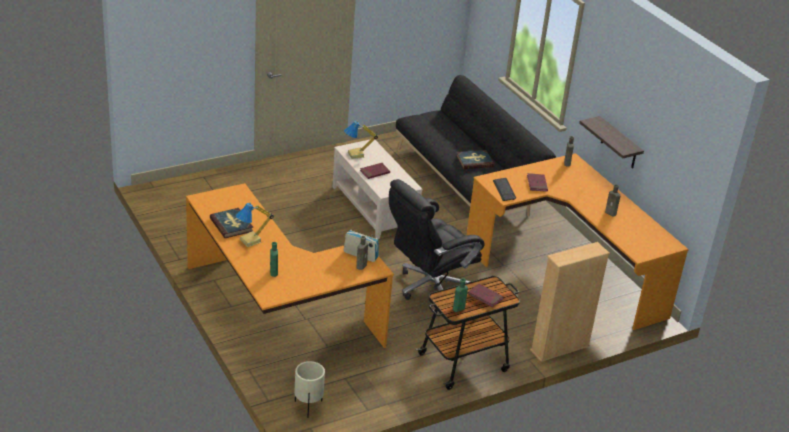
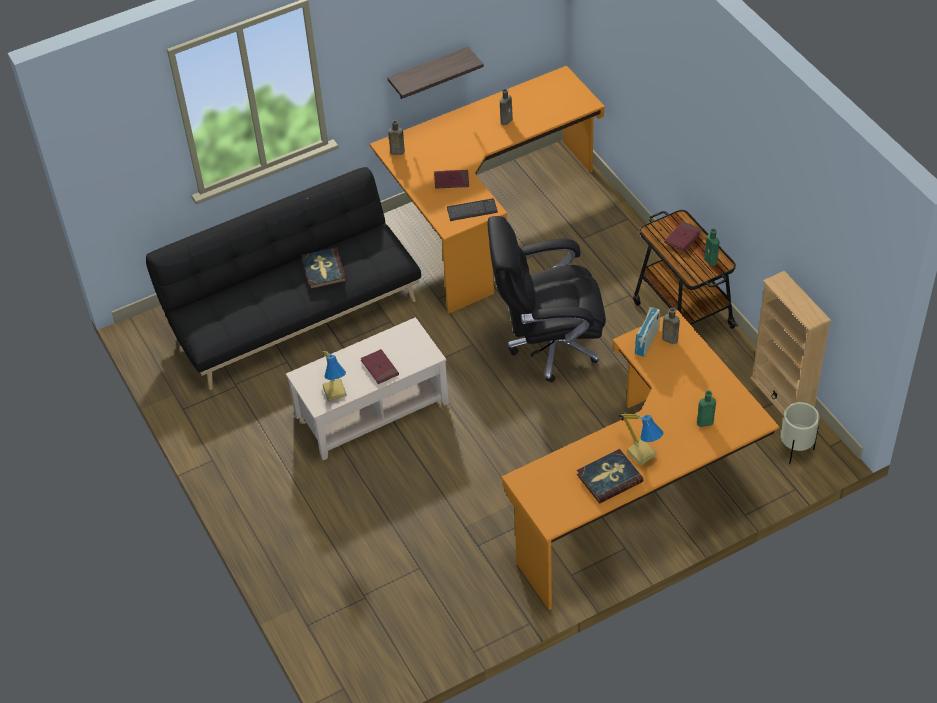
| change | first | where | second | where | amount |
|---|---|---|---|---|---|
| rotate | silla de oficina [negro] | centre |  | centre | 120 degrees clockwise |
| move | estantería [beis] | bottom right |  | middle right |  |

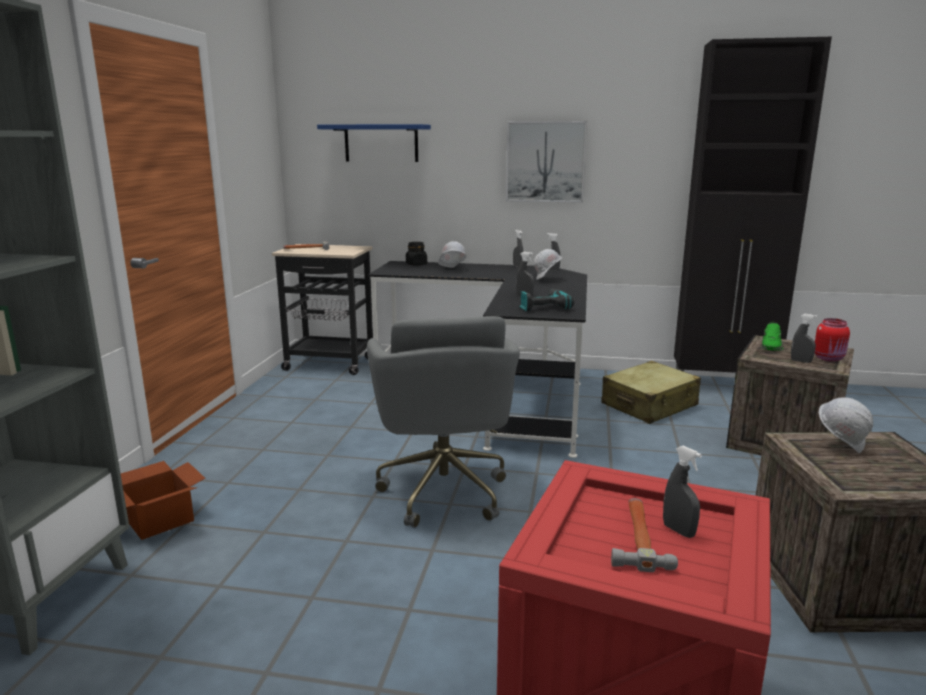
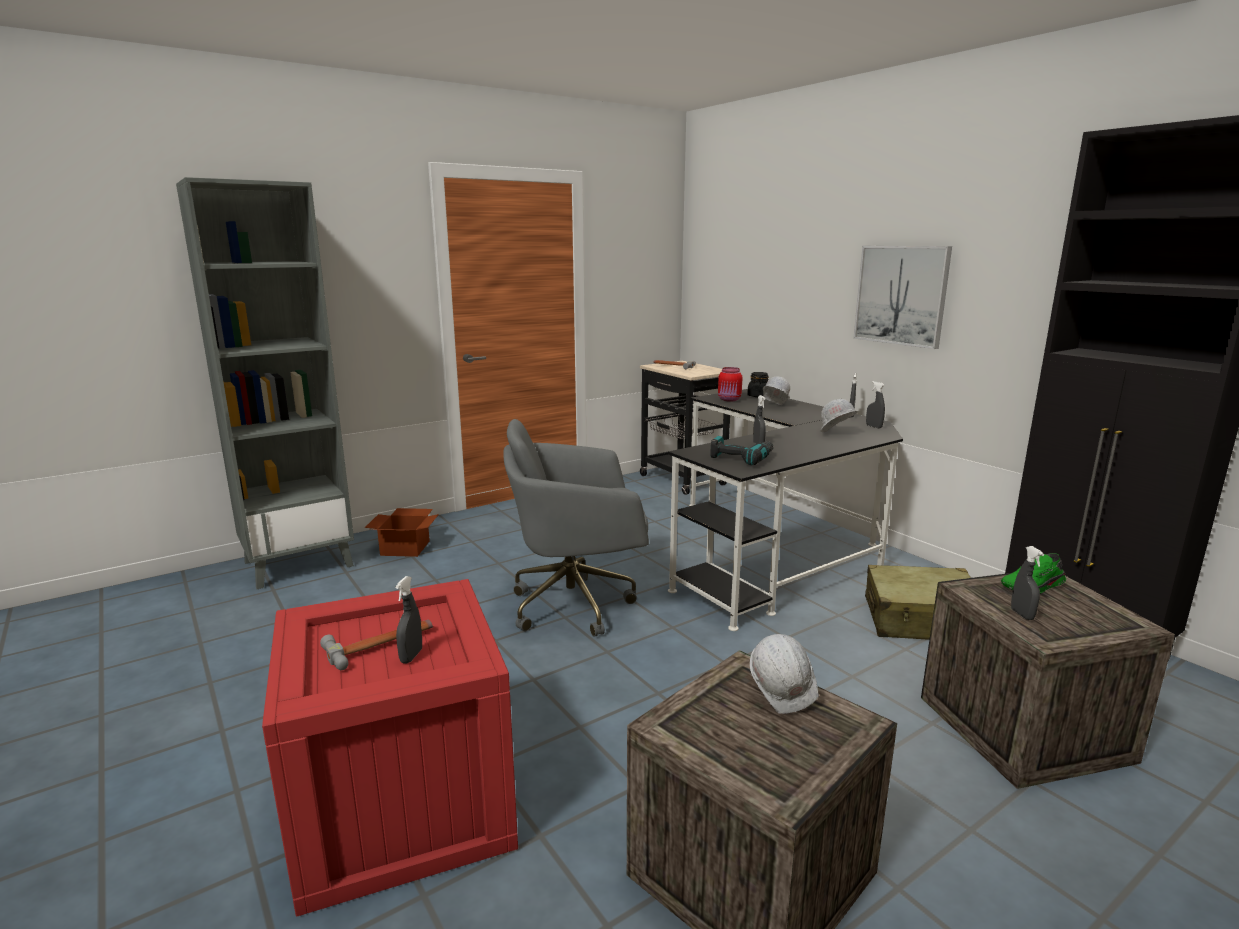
| change | first | where | second | where | amount |
|---|---|---|---|---|---|
| rotate | silla de oficina [gris] | centre |  | centre | 45 degrees clockwise |
| move | tarro [rojo] | middle right |  | centre |  |
| delete | estante [azul] | top centre |  |  |  |

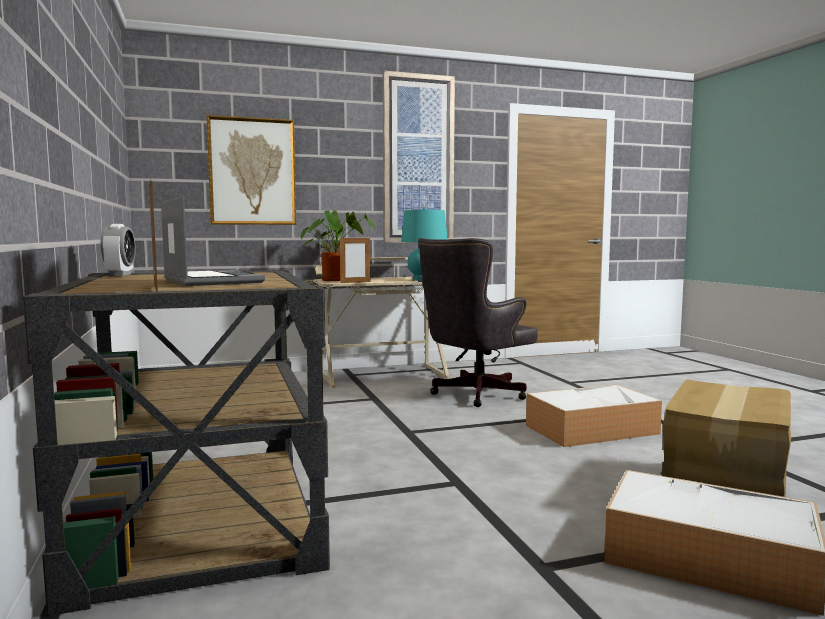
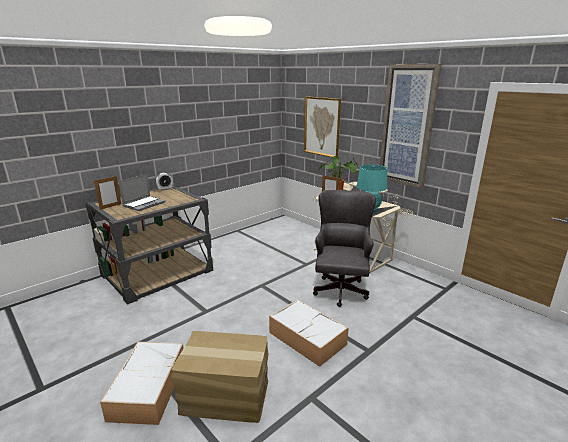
| change | first | where | second | where | amount |
|---|---|---|---|---|---|
| rotate | silla de oficina [gris] | centre |  | centre | 75 degrees clockwise |

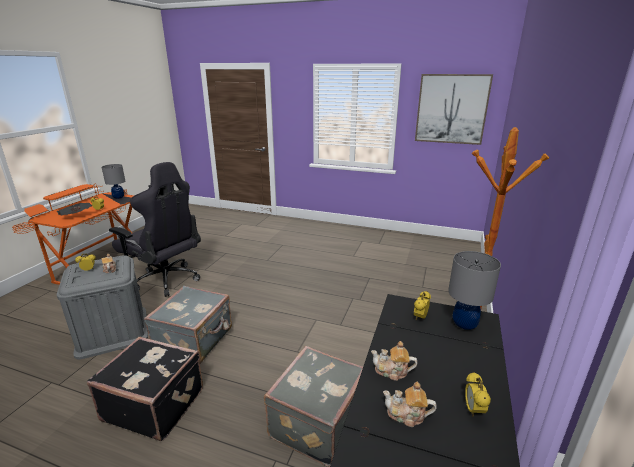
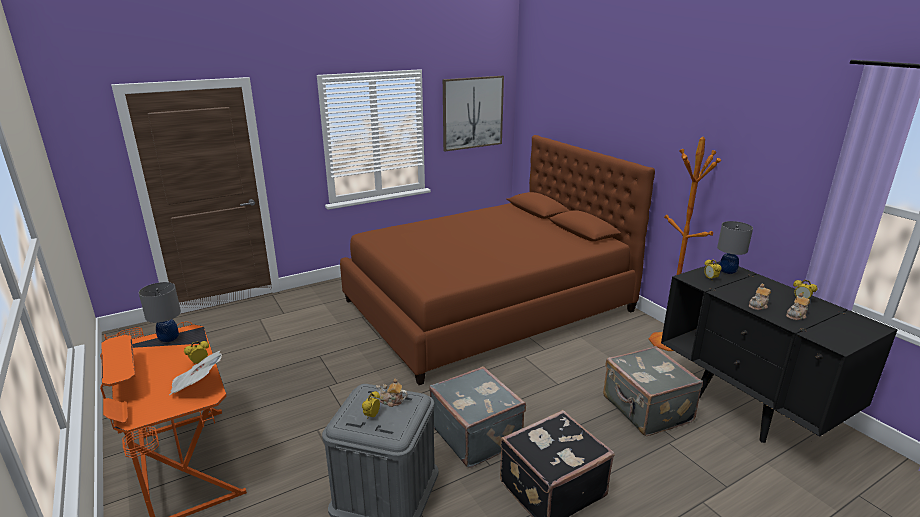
| change | first | where | second | where | amount |
|---|---|---|---|---|---|
| insert |  |  | cama [marrón] | centre |  |
| delete | silla de oficina [negro] | middle left |  |  |  |

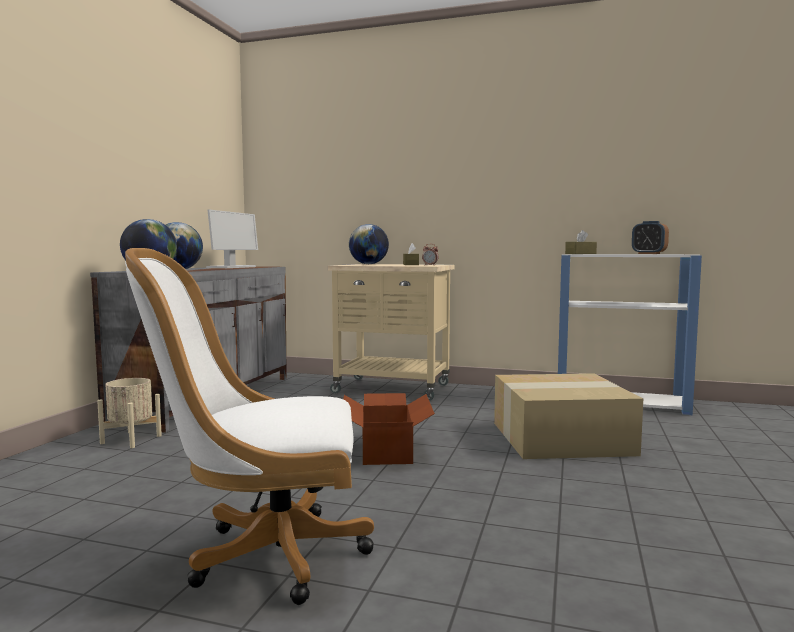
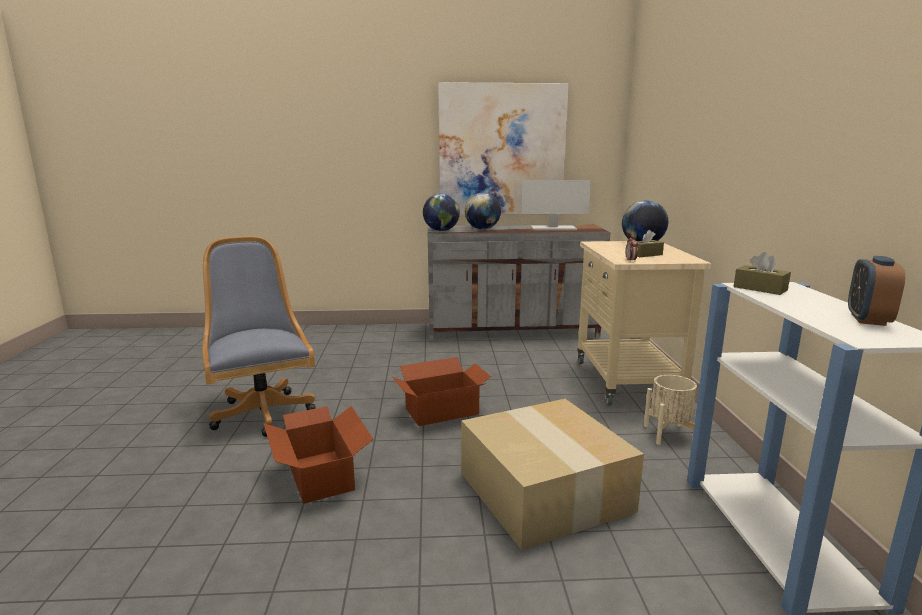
| change | first | where | second | where | amount |
|---|---|---|---|---|---|
| recolor | silla de oficina [blanco] | bottom left | silla de oficina [azul] | middle left |  |
| insert |  |  | caja de cartón (1st from left) | bottom centre |  |
| insert |  |  | cuadro | top centre |  |
| move | maceta [beis] | middle left |  | bottom right |  |

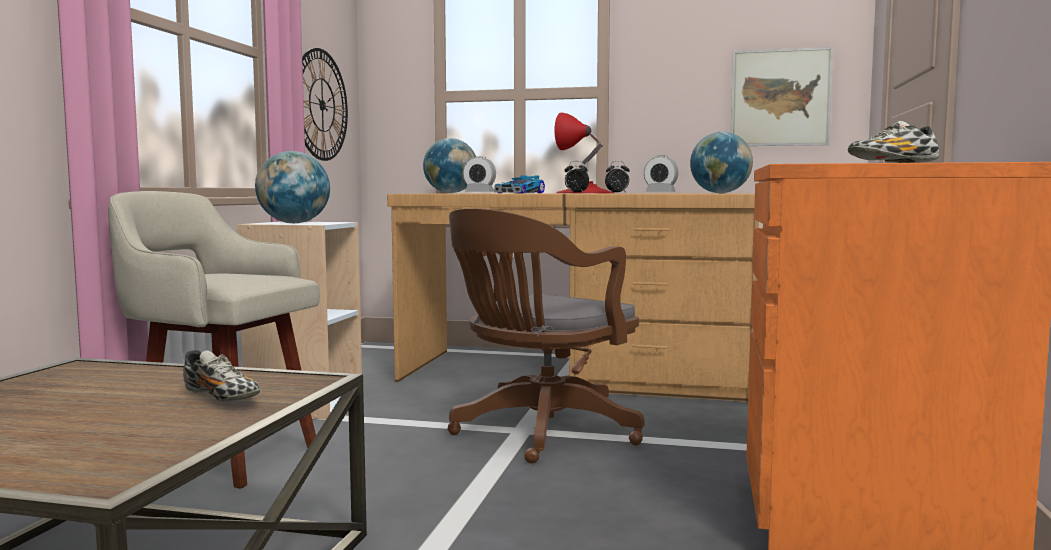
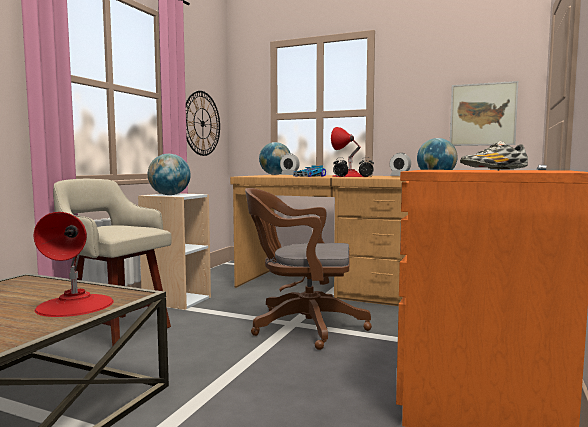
| change | first | where | second | where | amount |
|---|---|---|---|---|---|
| replace | zapato (1st from left) | bottom left | lámpara de mesa [rojo] (1st from left) | middle left |  |
| rotate | silla de oficina [marrón] | centre |  | centre | 45 degrees clockwise |

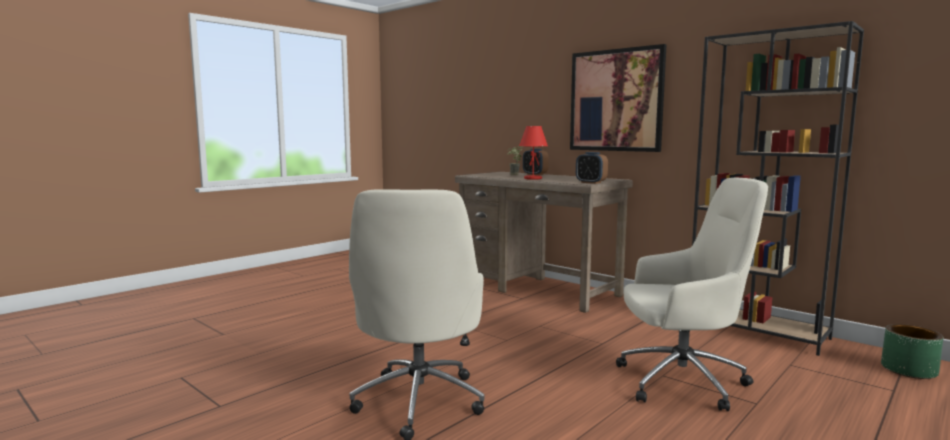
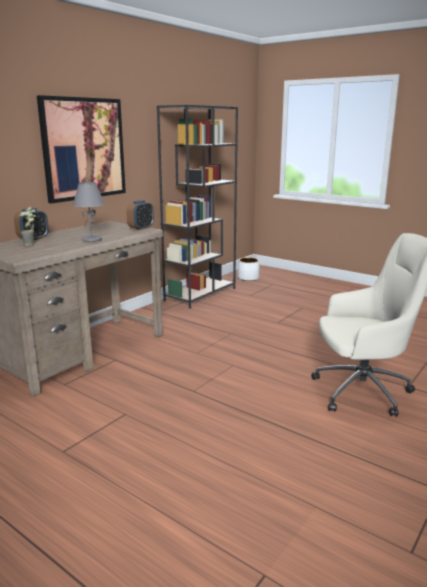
| change | first | where | second | where | amount |
|---|---|---|---|---|---|
| recolor | lámpara de mesa [rojo] | centre | lámpara de mesa [gris] | middle left |  |
| recolor | maceta [verde] | bottom right | maceta [blanco] | centre |  |
| delete | silla de oficina [beis] (2nd from left) | bottom right |  |  |  |

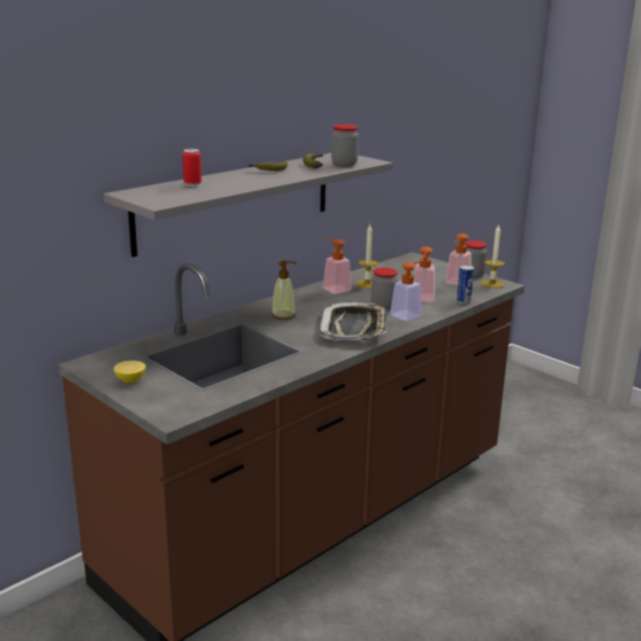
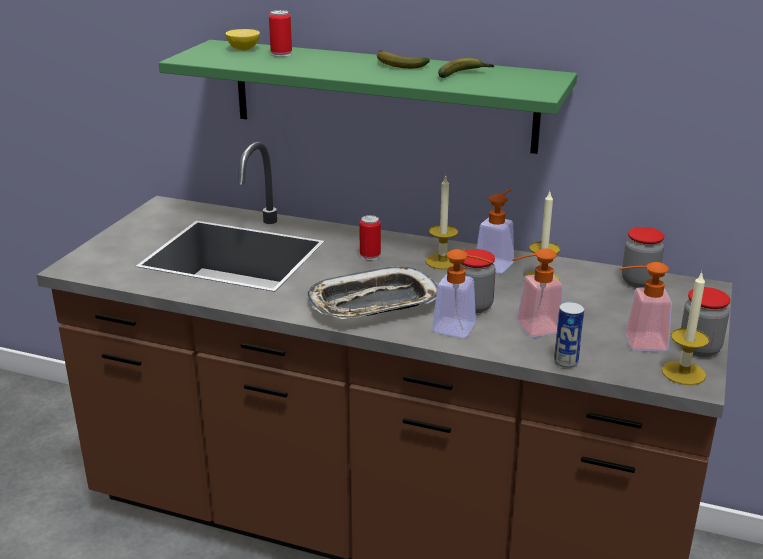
| change | first | where | second | where | amount |
|---|---|---|---|---|---|
| recolor | estante [gris] | top centre | estante [verde] | top centre |  |
| move | limón | middle left |  | top left |  |
| replace | dispensador de jabón (1st from left) | centre | lata (2nd from left) | centre |  |
| insert |  |  | vela (1st from left) | centre |  |
| move | tarro (1st from left in the first image) | top centre | tarro (2nd from left) | middle right |  |

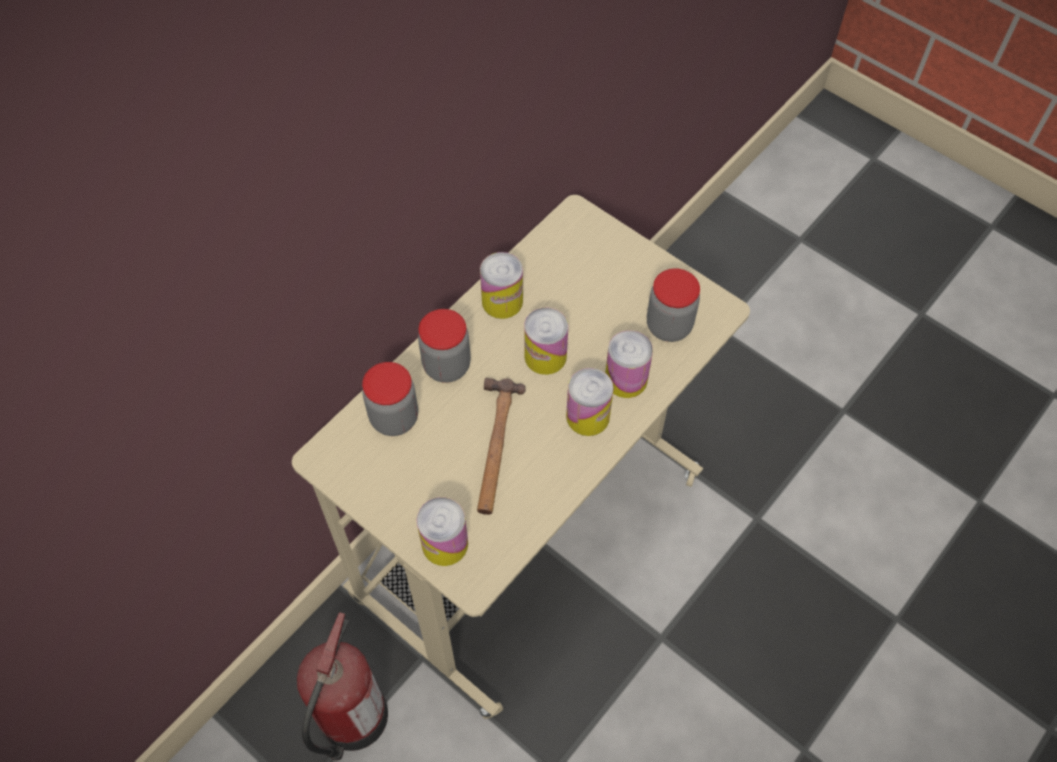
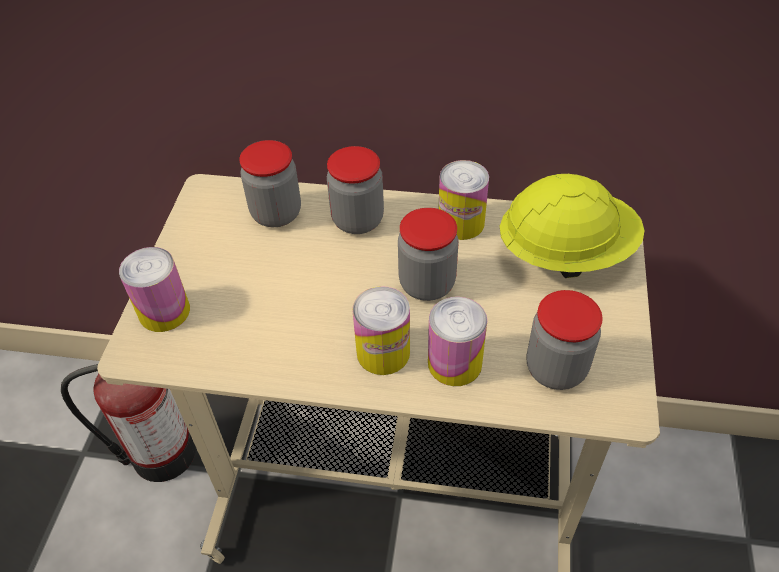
| change | first | where | second | where | amount |
|---|---|---|---|---|---|
| replace | lata (3rd from left) | centre | tarro (3rd from left) | centre |  |
| insert |  |  | casco [amarillo] | middle right |  |
| delete | martillo | centre |  |  |  |

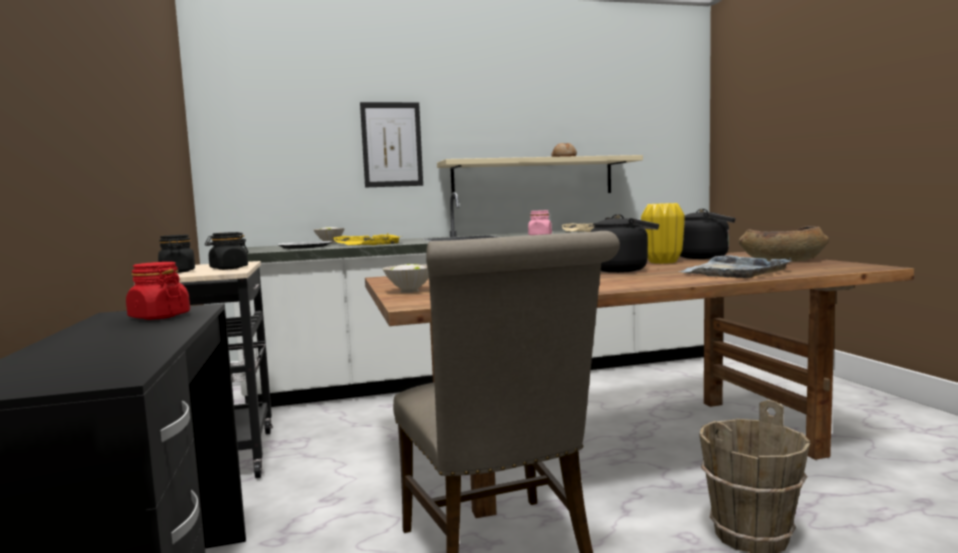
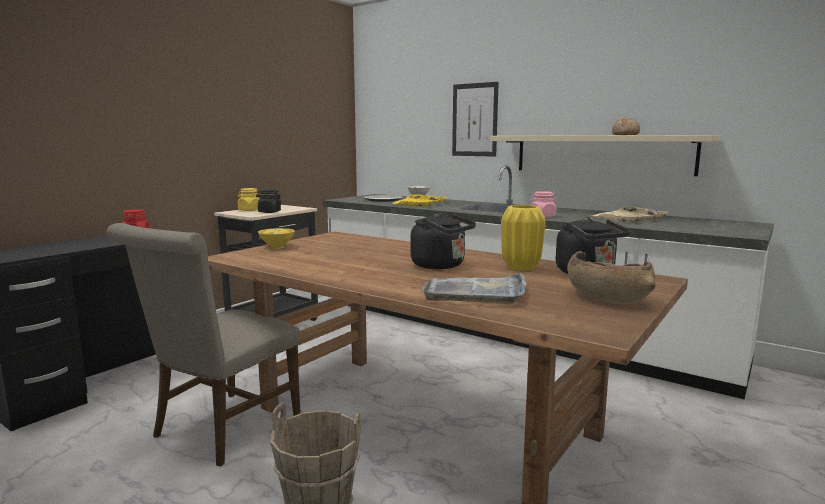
| change | first | where | second | where | amount |
|---|---|---|---|---|---|
| recolor | tarro [negro] (1st from left) | middle left | tarro [amarillo] | middle left |  |
| recolor | cuenco [blanco] (2nd from left) | centre | cuenco [amarillo] | centre |  |

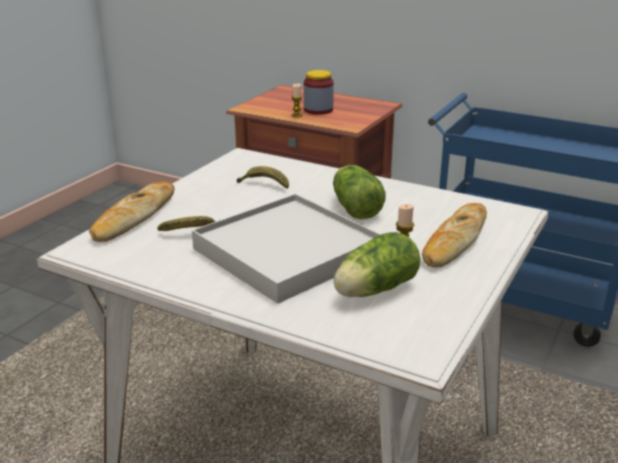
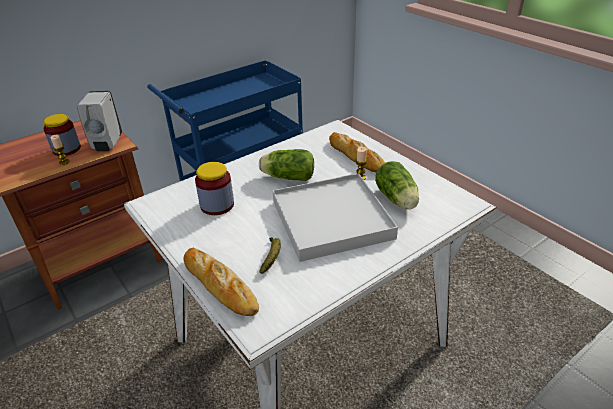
| change | first | where | second | where | amount |
|---|---|---|---|---|---|
| insert |  |  | dispensador de jabón [blanco] | top left |  |
| replace | plátano (2nd from left) | centre | tarro (2nd from left) | centre |  |

